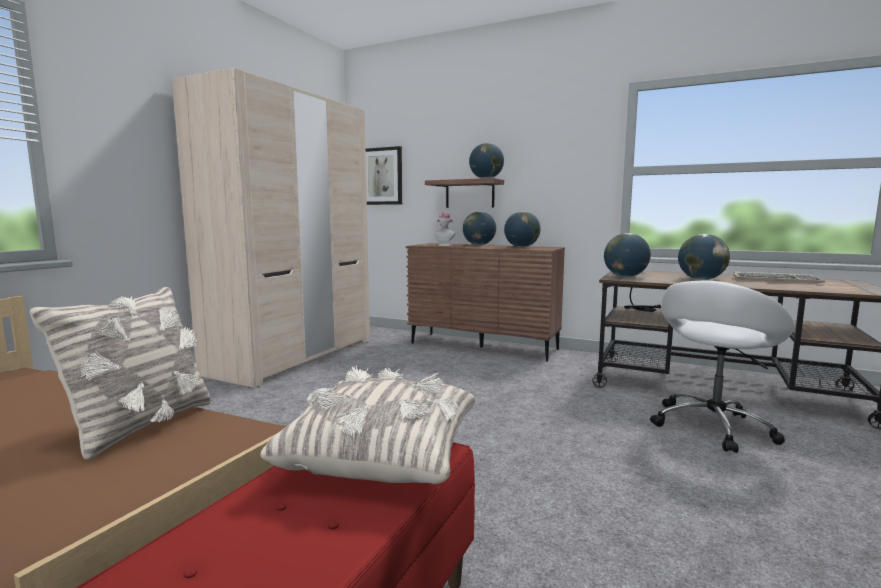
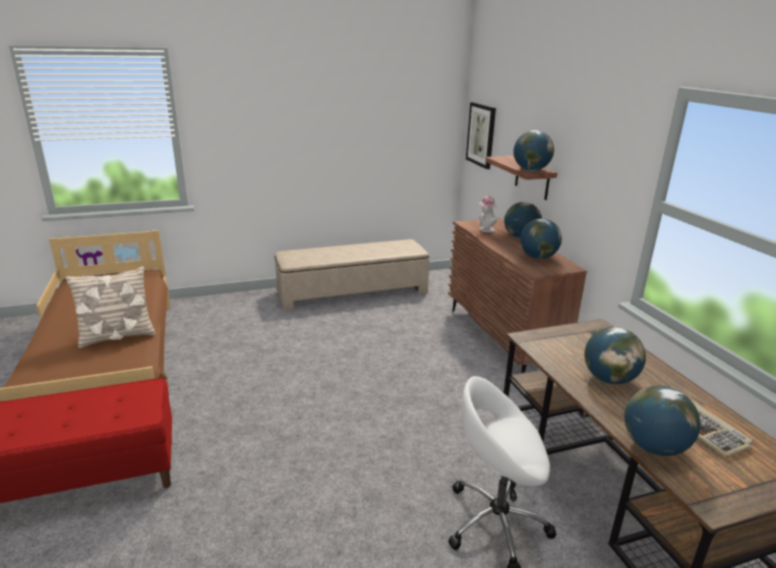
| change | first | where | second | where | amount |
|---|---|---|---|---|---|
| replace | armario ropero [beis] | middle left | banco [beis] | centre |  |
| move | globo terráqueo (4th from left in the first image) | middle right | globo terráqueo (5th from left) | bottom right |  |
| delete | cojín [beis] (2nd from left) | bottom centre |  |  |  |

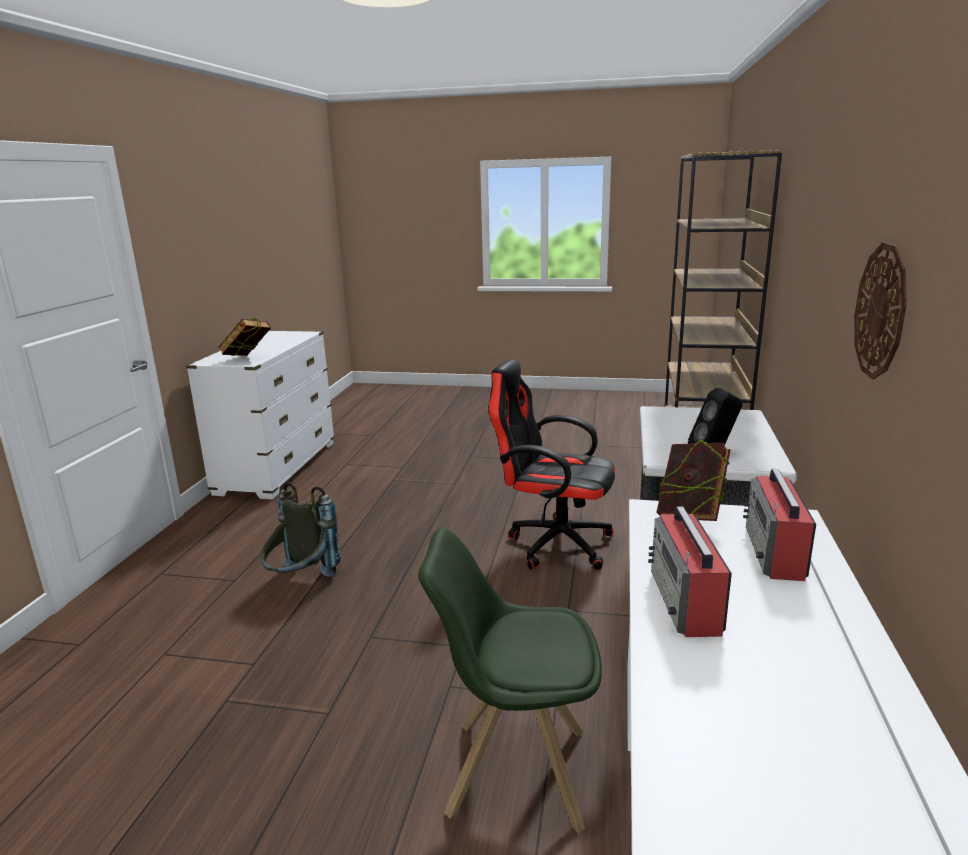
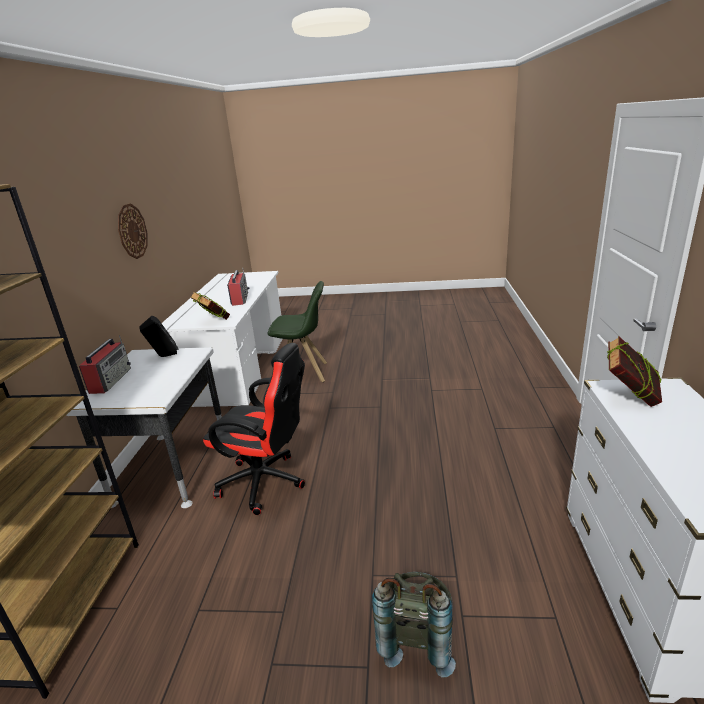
| change | first | where | second | where | amount |
|---|---|---|---|---|---|
| move | radio (2nd from left in the first image) | middle right | radio (1st from left) | middle left |  |
| move | mochila [gris] | middle left |  | bottom centre |  |

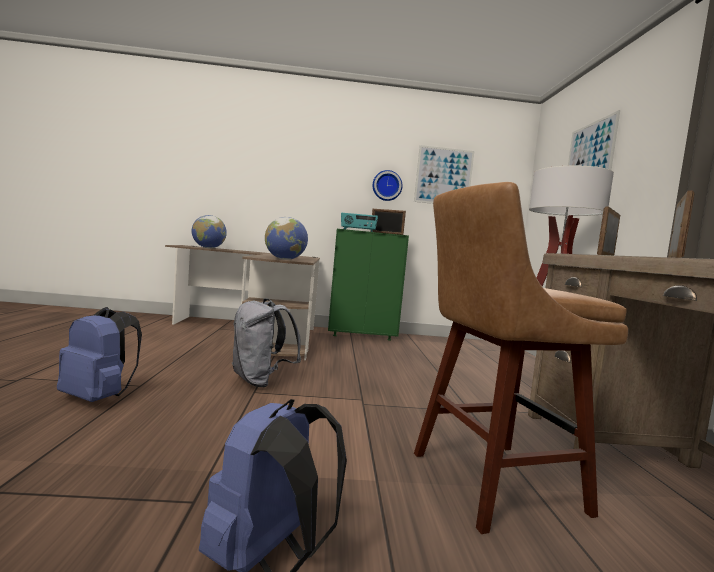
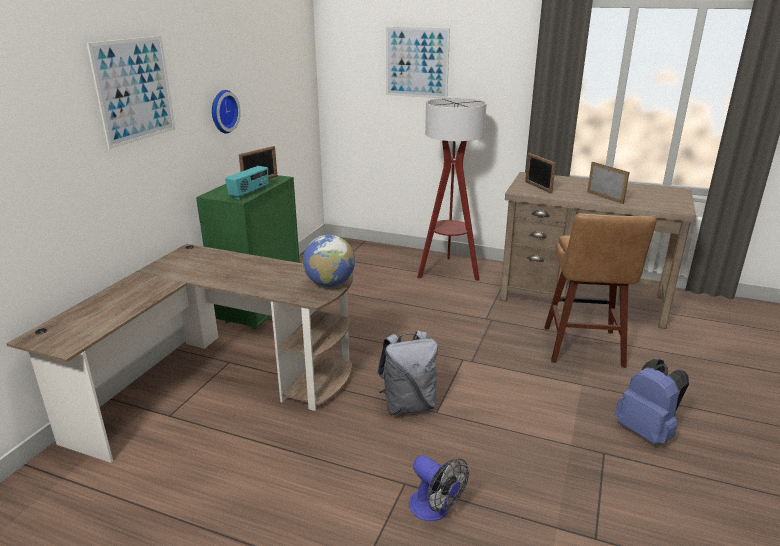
| change | first | where | second | where | amount |
|---|---|---|---|---|---|
| move | cuadro (1st from left) | top centre |  | top left |  |
| replace | mochila [azul] (1st from left) | middle left | ventilador | bottom centre |  |
| delete | globo terráqueo (1st from left) | middle left |  |  |  |

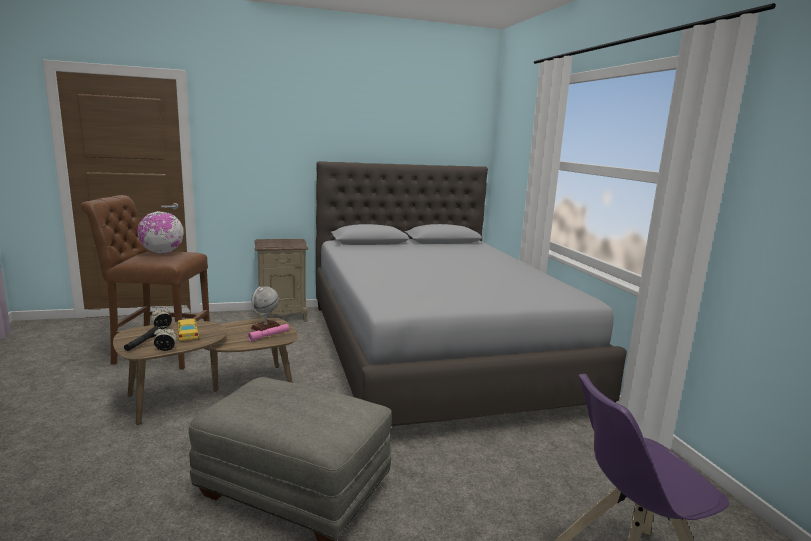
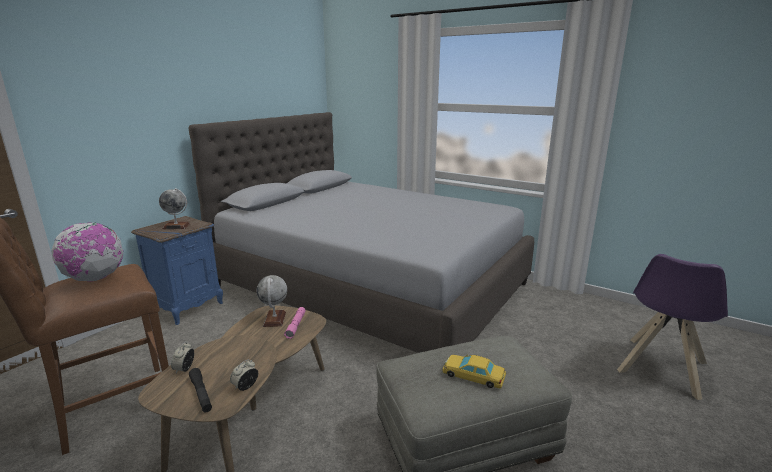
| change | first | where | second | where | amount |
|---|---|---|---|---|---|
| recolor | mesita de noche [beis] | centre | mesita de noche [azul] | middle left |  |
| insert |  |  | globo terráqueo (2nd from left) | middle left |  |
| move | coche de juguete [amarillo] | middle left |  | bottom centre |  |

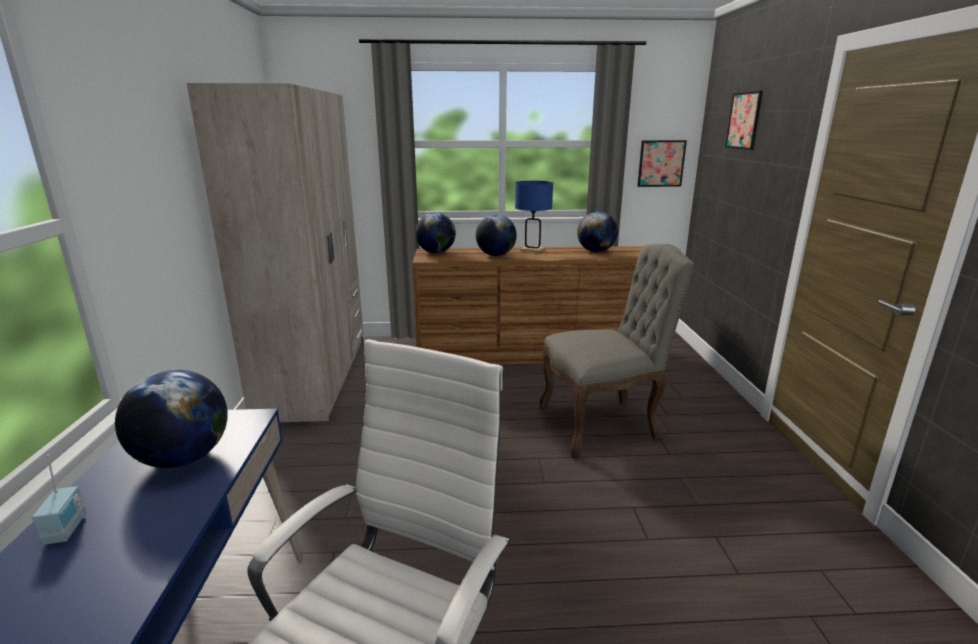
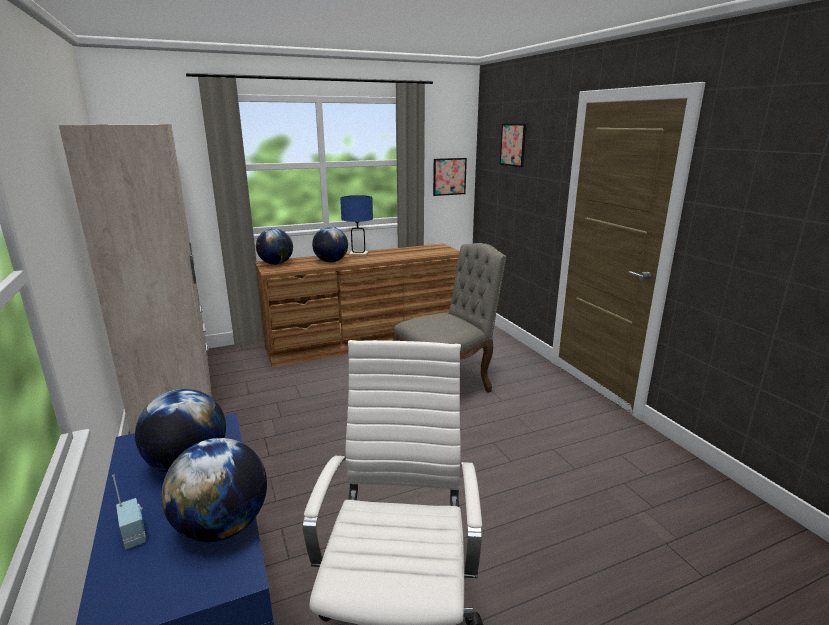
| change | first | where | second | where | amount |
|---|---|---|---|---|---|
| move | globo terráqueo (4th from left in the first image) | centre | globo terráqueo (2nd from left) | bottom left |  |

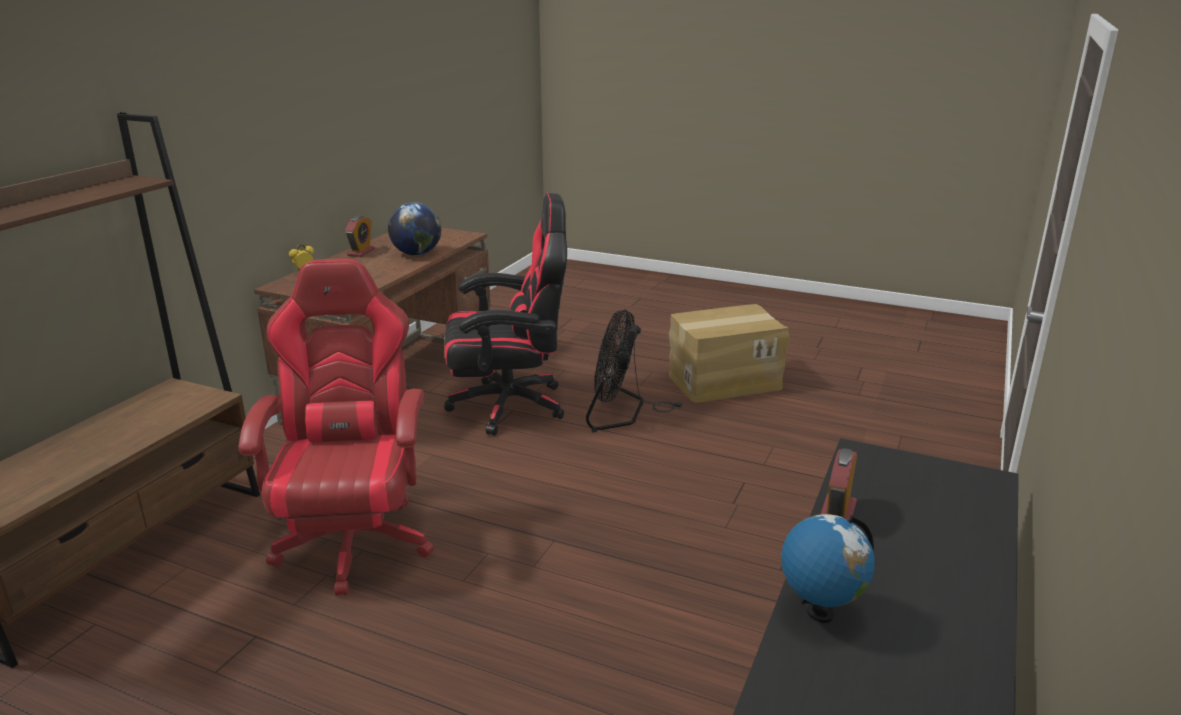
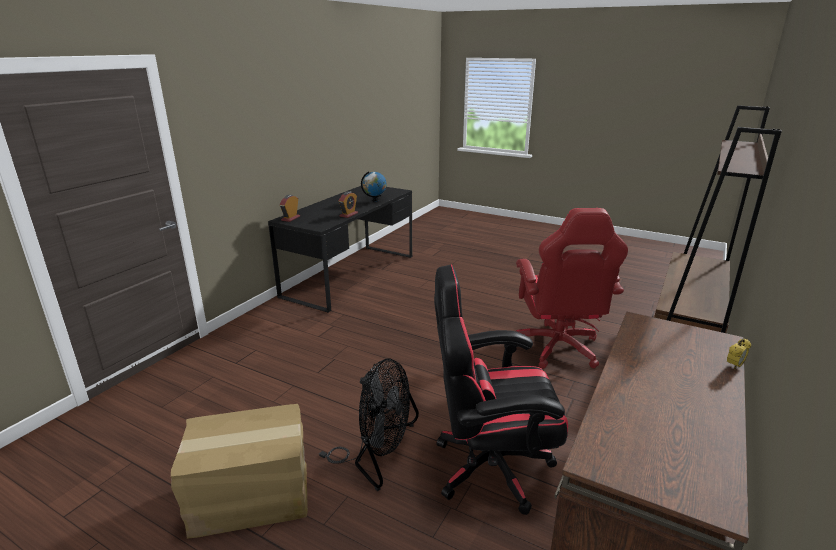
| change | first | where | second | where | amount |
|---|---|---|---|---|---|
| move | despertador (2nd from left in the first image) | top left | despertador (1st from left) | centre |  |
| delete | globo terráqueo (1st from left) | top centre |  |  |  |

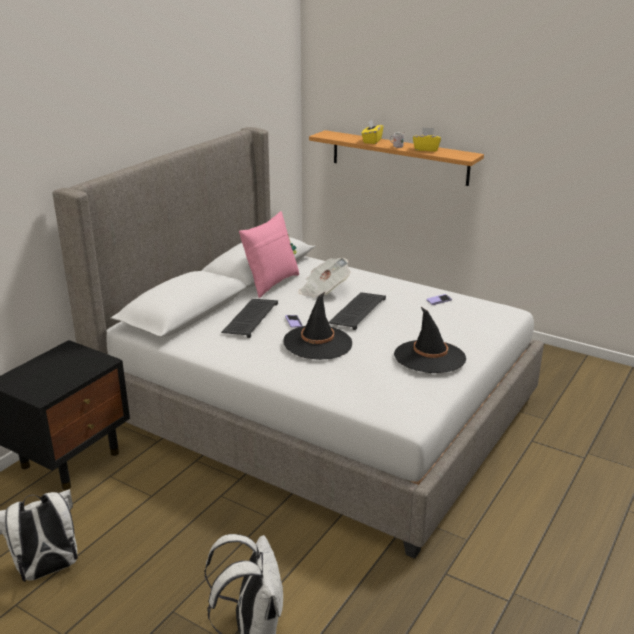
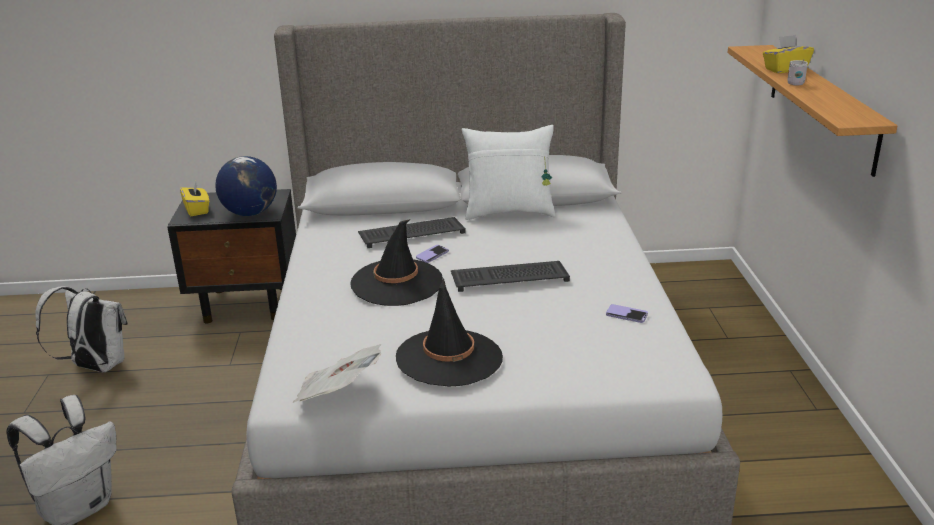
| change | first | where | second | where | amount |
|---|---|---|---|---|---|
| move | caja de pañuelos [amarillo] (2nd from left in the first image) | top right | caja de pañuelos [amarillo] (1st from left) | middle left |  |
| insert |  |  | globo terráqueo | middle left |  |
| move | periódico | centre |  | bottom centre |  |
| recolor | cojín [rosa] | centre | cojín [blanco] | top centre |  |

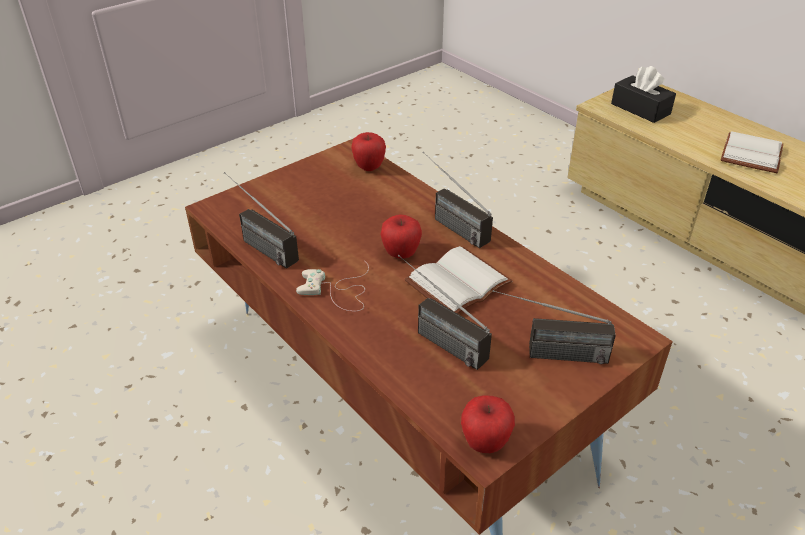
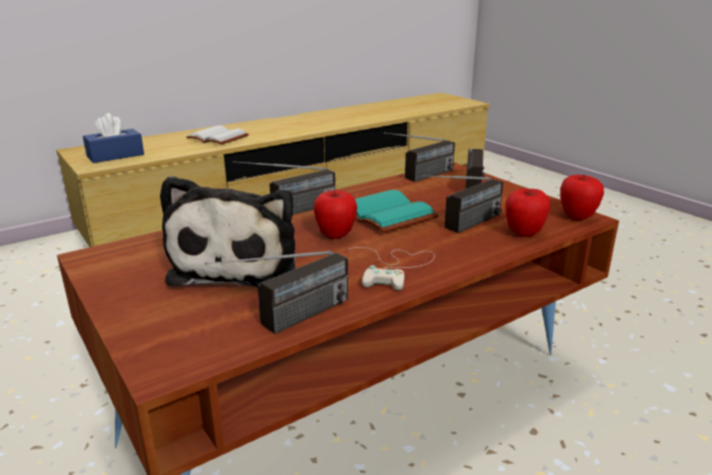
| change | first | where | second | where | amount |
|---|---|---|---|---|---|
| recolor | caja de pañuelos [negro] | top right | caja de pañuelos [azul] | top left |  |
| insert |  |  | peluche | middle left |  |
| recolor | libro [blanco] (1st from left) | centre | libro [turquesa] | centre |  |
| insert |  |  | radio (3rd from left) | top centre |  |
| move | manzana (1st from left in the first image) | top centre | manzana (2nd from left) | middle right |  |

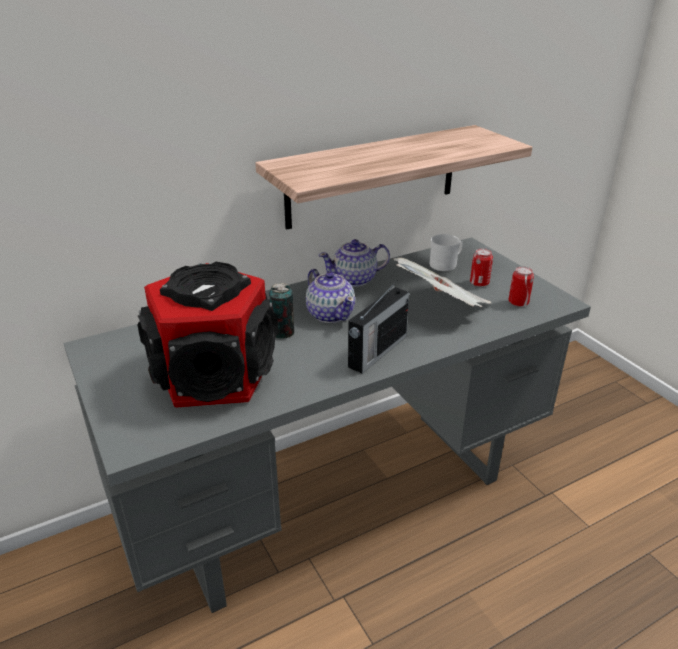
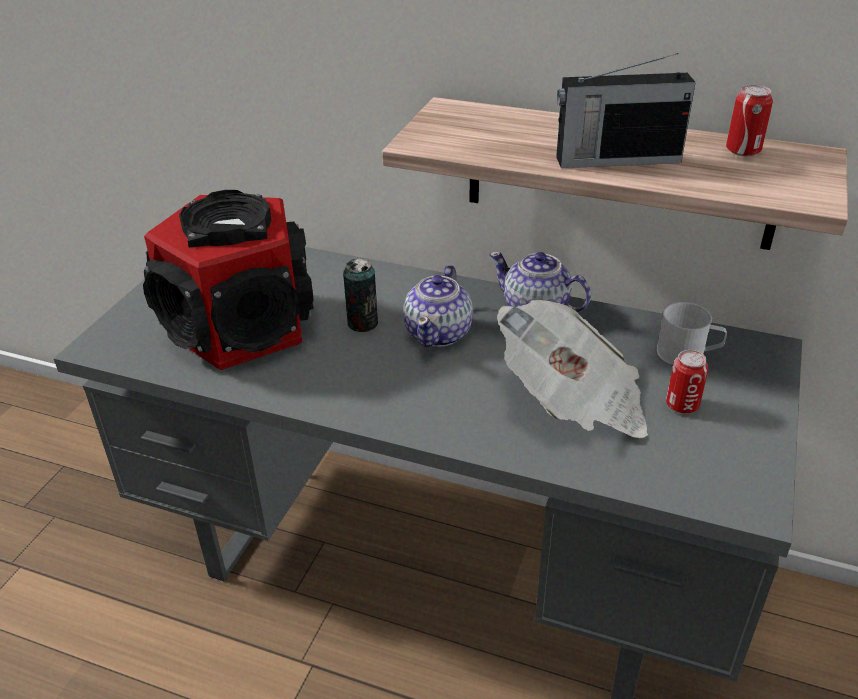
| change | first | where | second | where | amount |
|---|---|---|---|---|---|
| move | radio | centre |  | top right |  |
| move | lata (3rd from left) | middle right |  | top right |  |

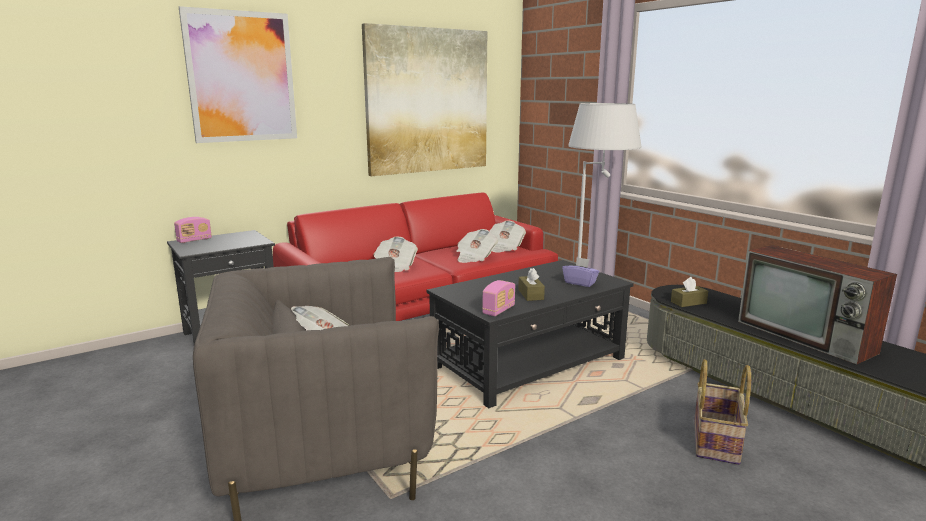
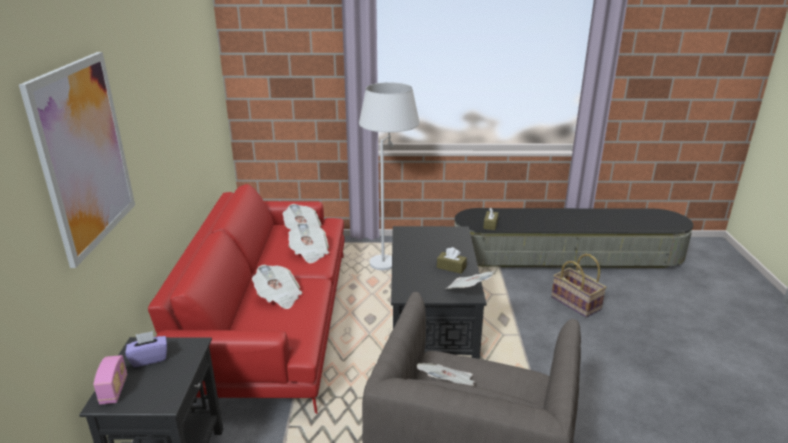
| change | first | where | second | where | amount |
|---|---|---|---|---|---|
| move | caja de pañuelos [morado] | centre |  | bottom left |  |
| replace | radio (2nd from left) | centre | periódico (5th from left) | centre |  |
| delete | cuadro (2nd from left) | top centre |  |  |  |
| delete | televisor | middle right |  |  |  |

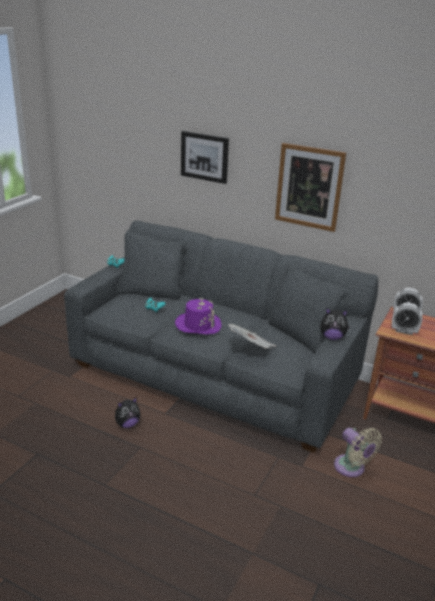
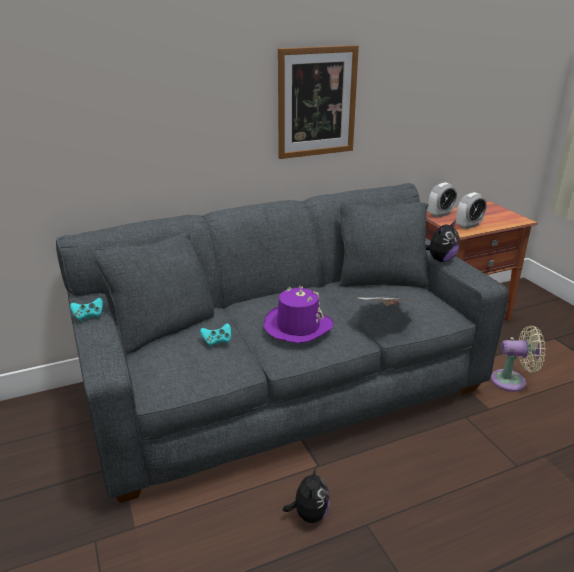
| change | first | where | second | where | amount |
|---|---|---|---|---|---|
| delete | cuadro (1st from left) | top centre |  |  |  |

